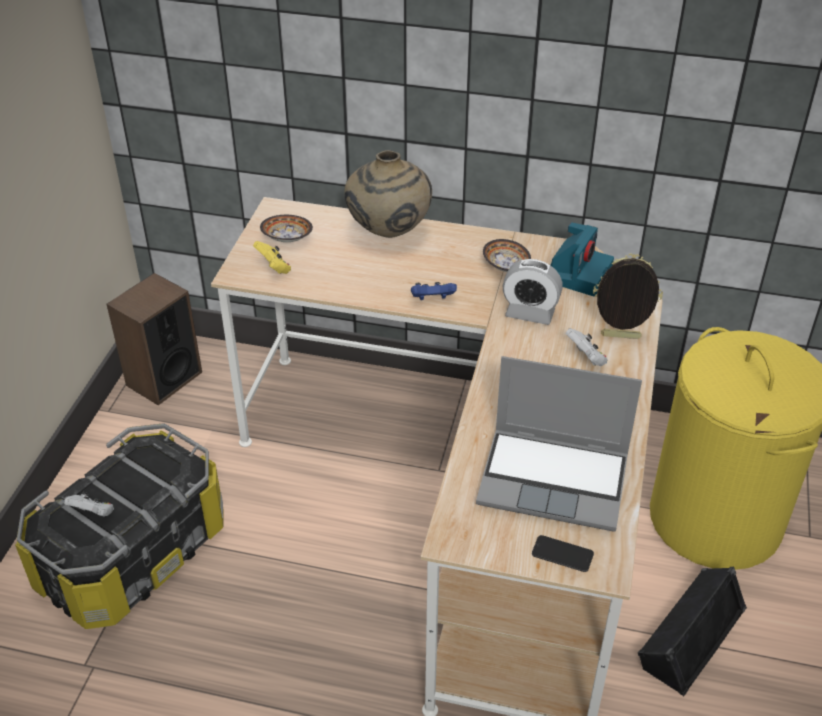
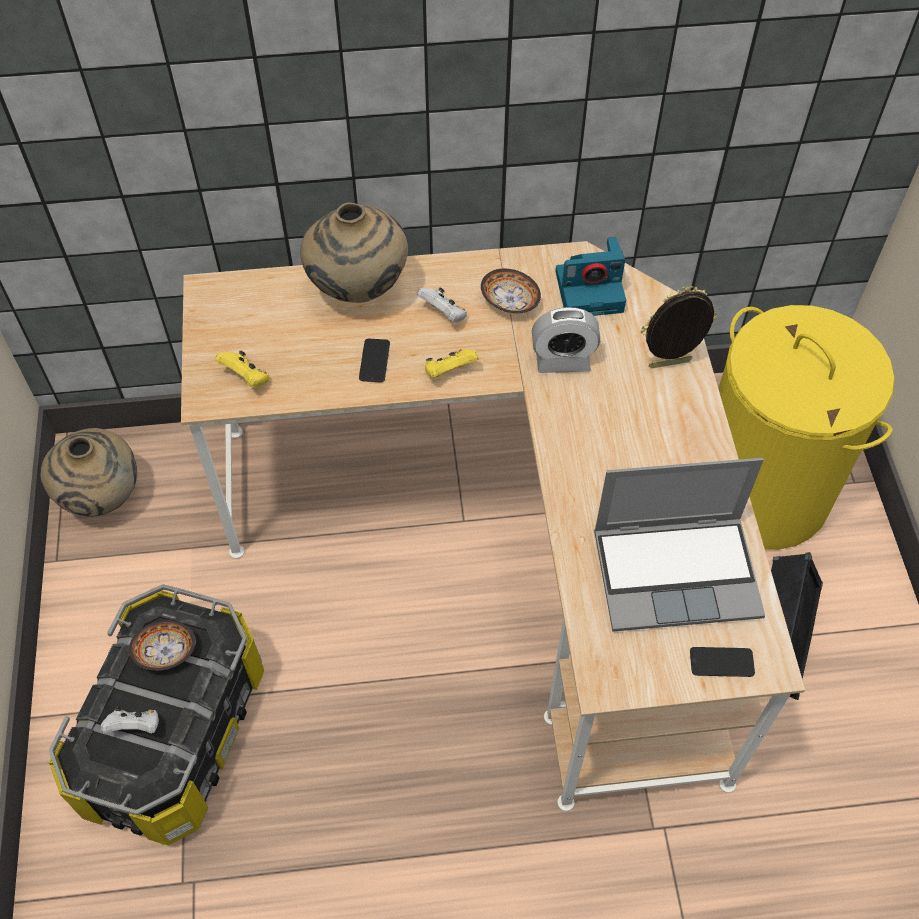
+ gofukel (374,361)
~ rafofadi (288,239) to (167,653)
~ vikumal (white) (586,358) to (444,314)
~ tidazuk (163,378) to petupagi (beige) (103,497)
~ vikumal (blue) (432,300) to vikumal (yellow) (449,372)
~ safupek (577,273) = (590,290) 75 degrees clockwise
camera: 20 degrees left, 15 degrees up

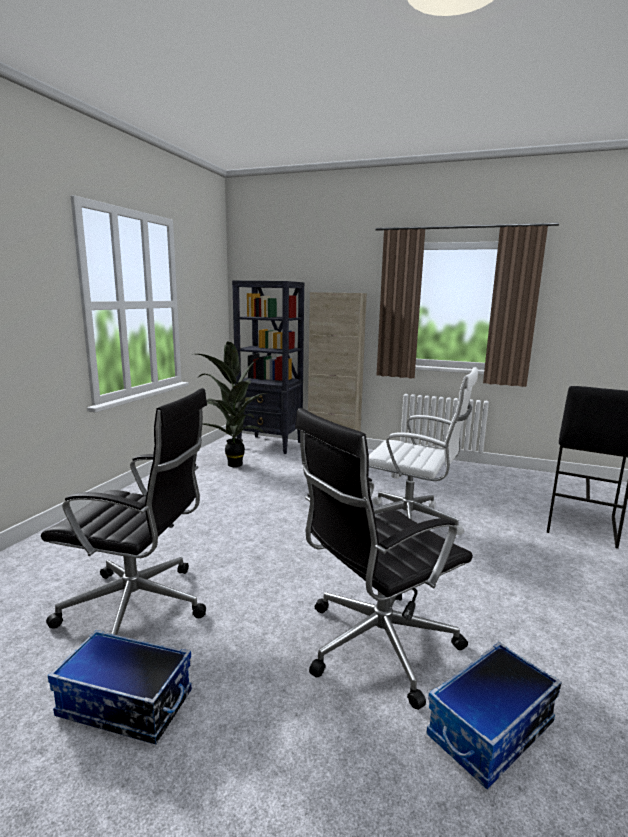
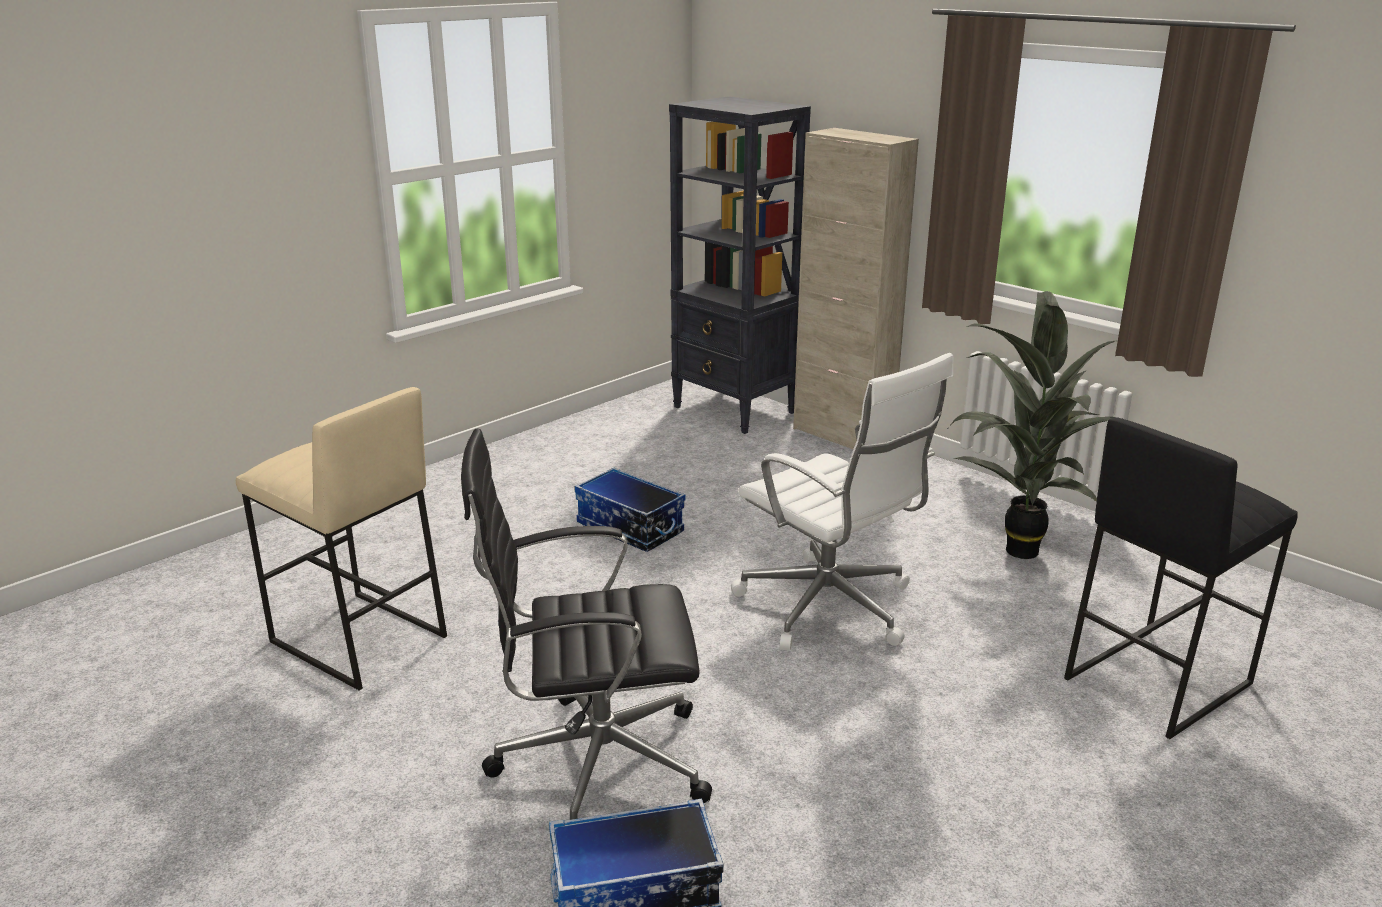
~ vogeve (124,705) to (629,528)
~ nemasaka (232,465) to (1015,552)
~ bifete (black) (139,608) to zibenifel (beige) (357,639)
camera: 25 degrees right, 10 degrees up

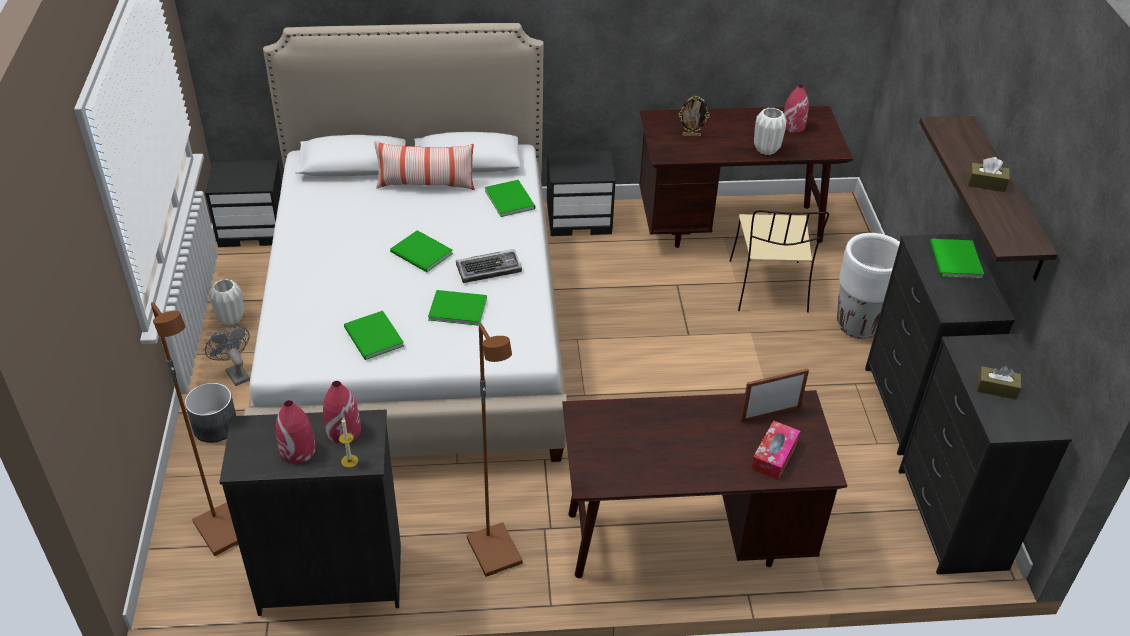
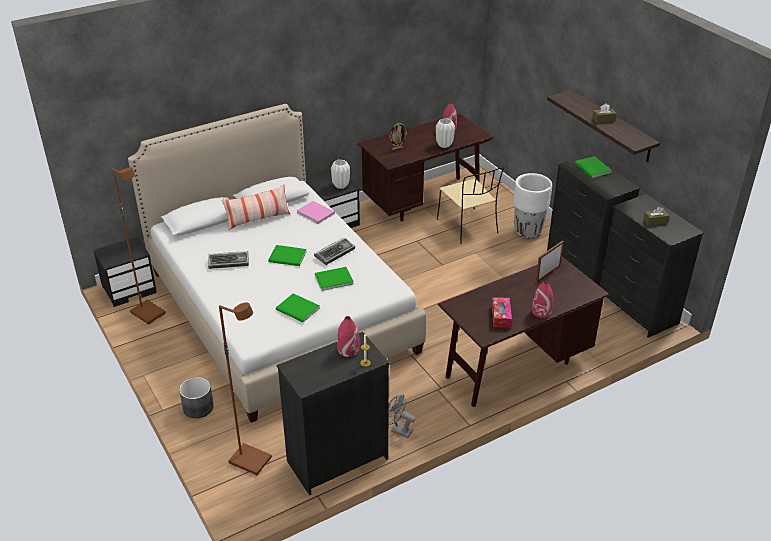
+ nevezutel (229,262)
~ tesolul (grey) (235,373) to (398,430)
~ petupagi (white) (231,319) to (340,185)
~ petupagi (red) (297,450) to (541,312)
~ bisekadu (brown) (496,551) to (149,313)
~ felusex (774,456) to (501,316)
~ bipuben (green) (510,198) to bipuben (pink) (315,212)
camera: 25 degrees left, 5 degrees down

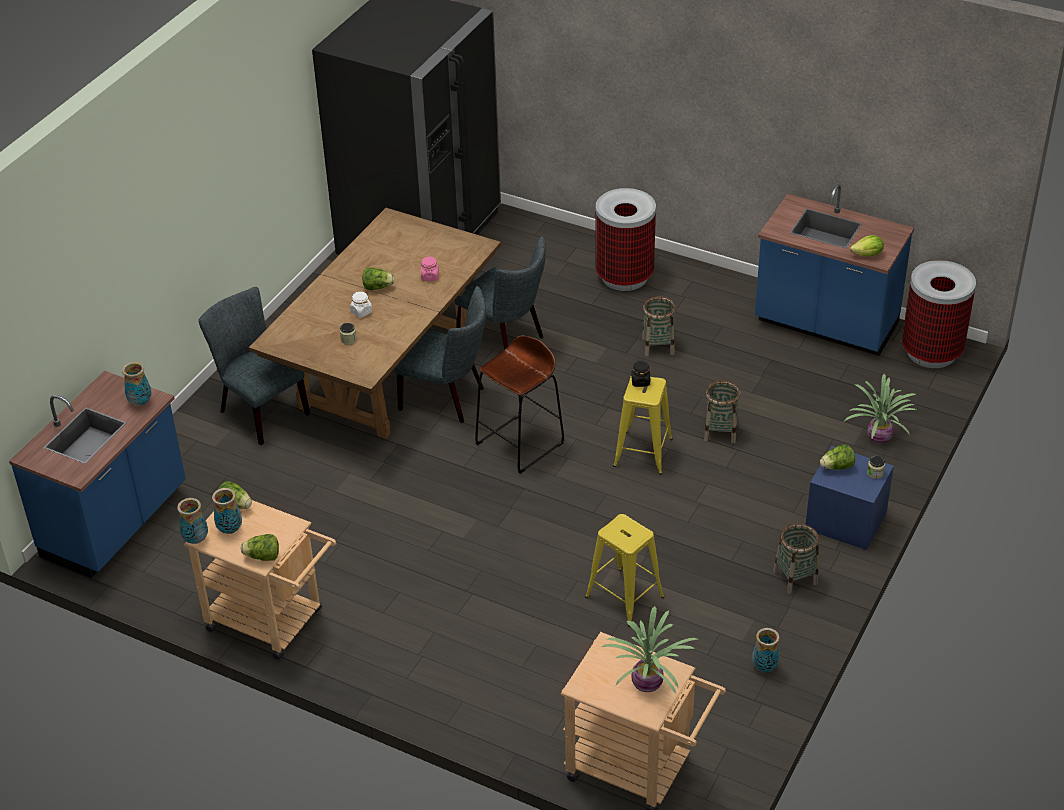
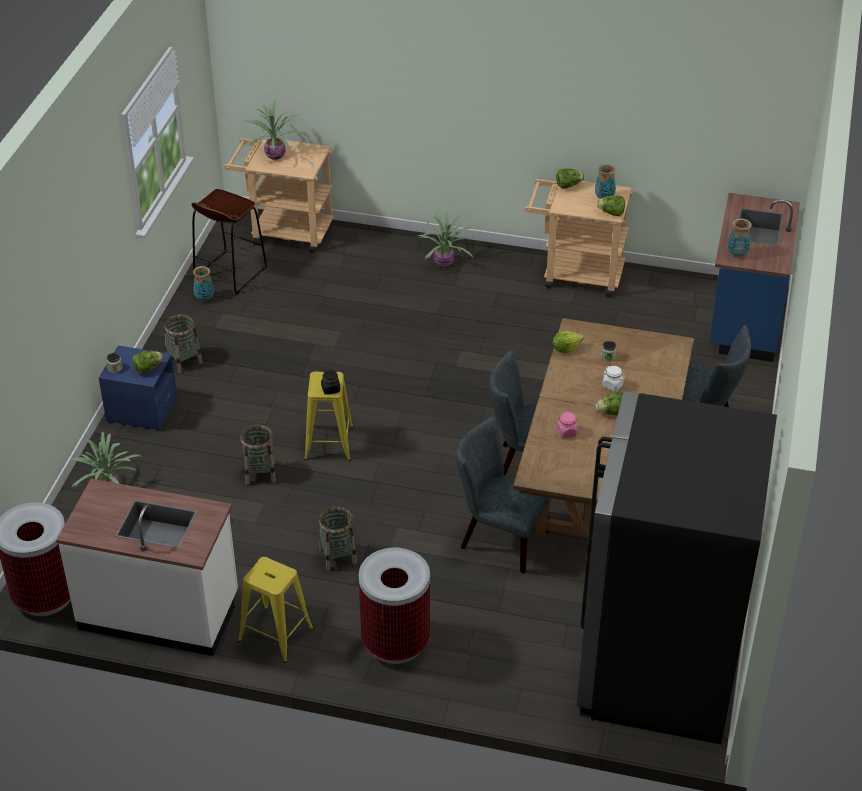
- petupagi (196,539)
+ nemasaka (444,263)
~ zibenifel (brown) (520,443) to (230,272)
~ zibenifel (yellow) (624,597) to (275,634)
~ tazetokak (867,255) to (565,349)
~ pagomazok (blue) (825,325) to pagomazok (white) (159,612)
camera: 165 degrees right, 0 degrees up

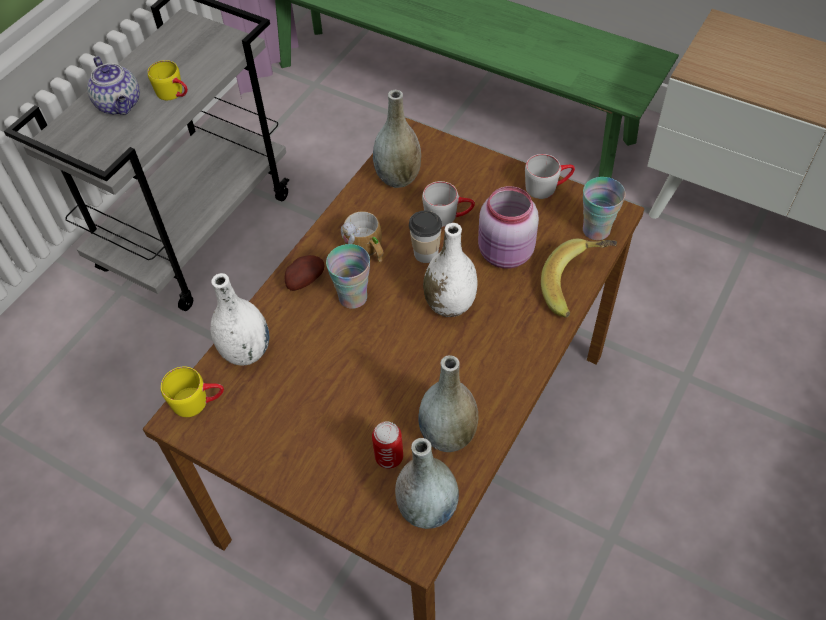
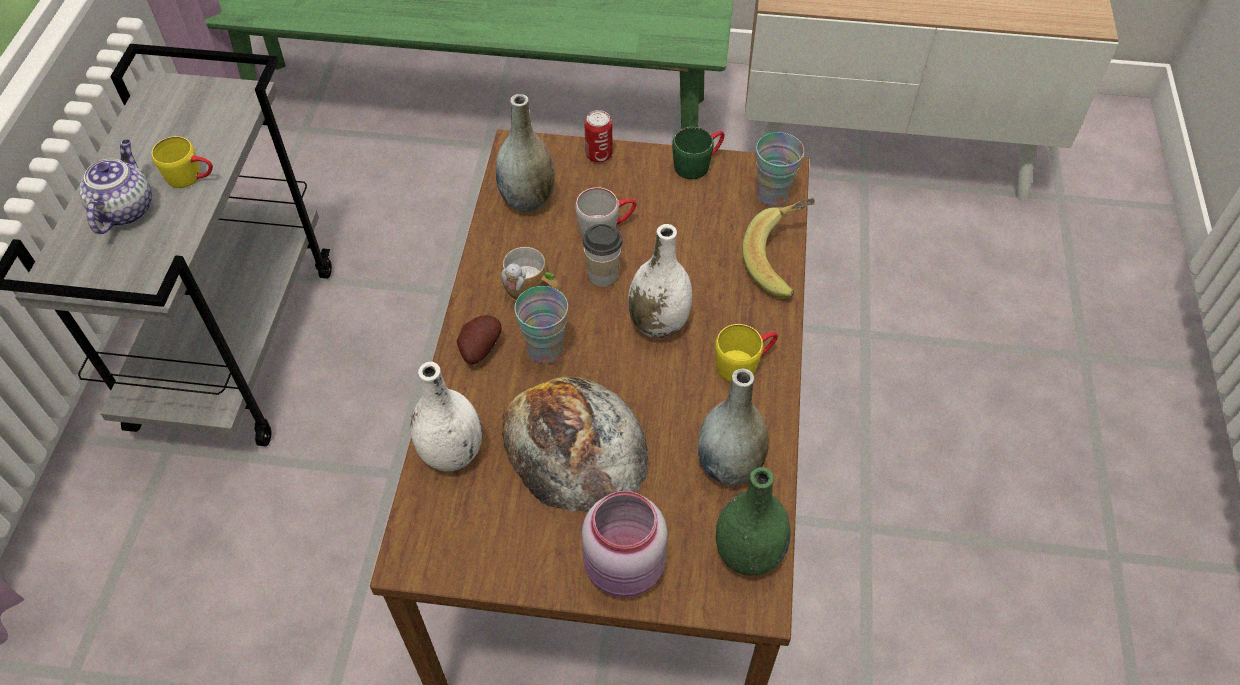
+ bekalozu (574,443)
~ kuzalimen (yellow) (198,401) to (744,362)
~ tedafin (389,457) to (599,155)
~ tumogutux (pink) (505,254) to (625,569)
~ petupagi (grey) (427,509) to petupagi (green) (748,553)
~ kuzalimen (grey) (547,186) to kuzalimen (green) (698,163)
~ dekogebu (120,105) = (125,209) 120 degrees counterclockwise
camera: 25 degrees left, 0 degrees up

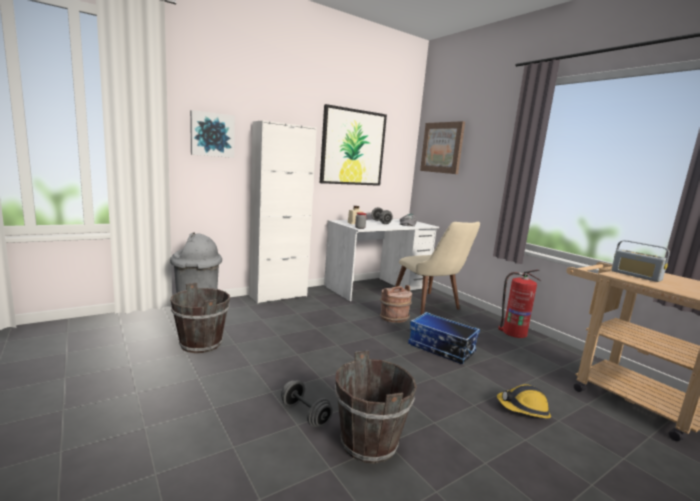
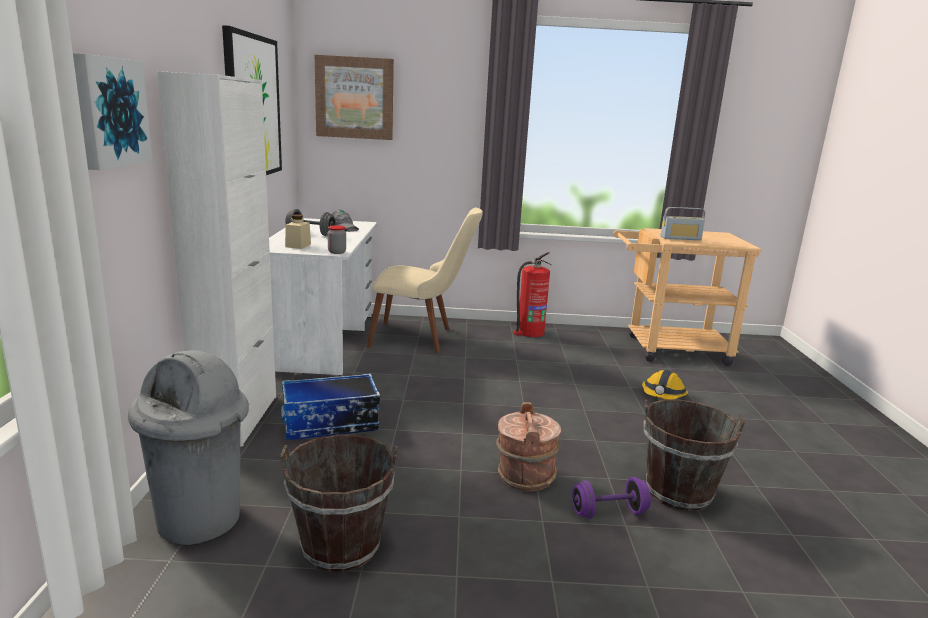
~ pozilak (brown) (393,317) to (524,475)
~ vogeve (440,349) to (330,424)
~ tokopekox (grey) (305,414) to tokopekox (purple) (608,513)
camera: 55 degrees left, 5 degrees up

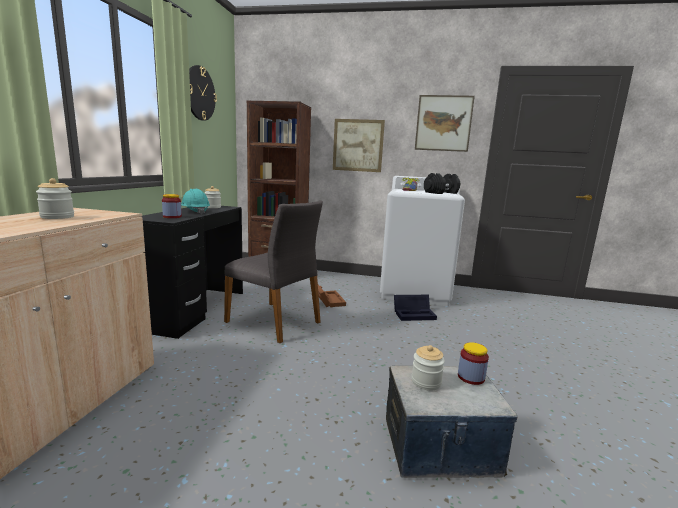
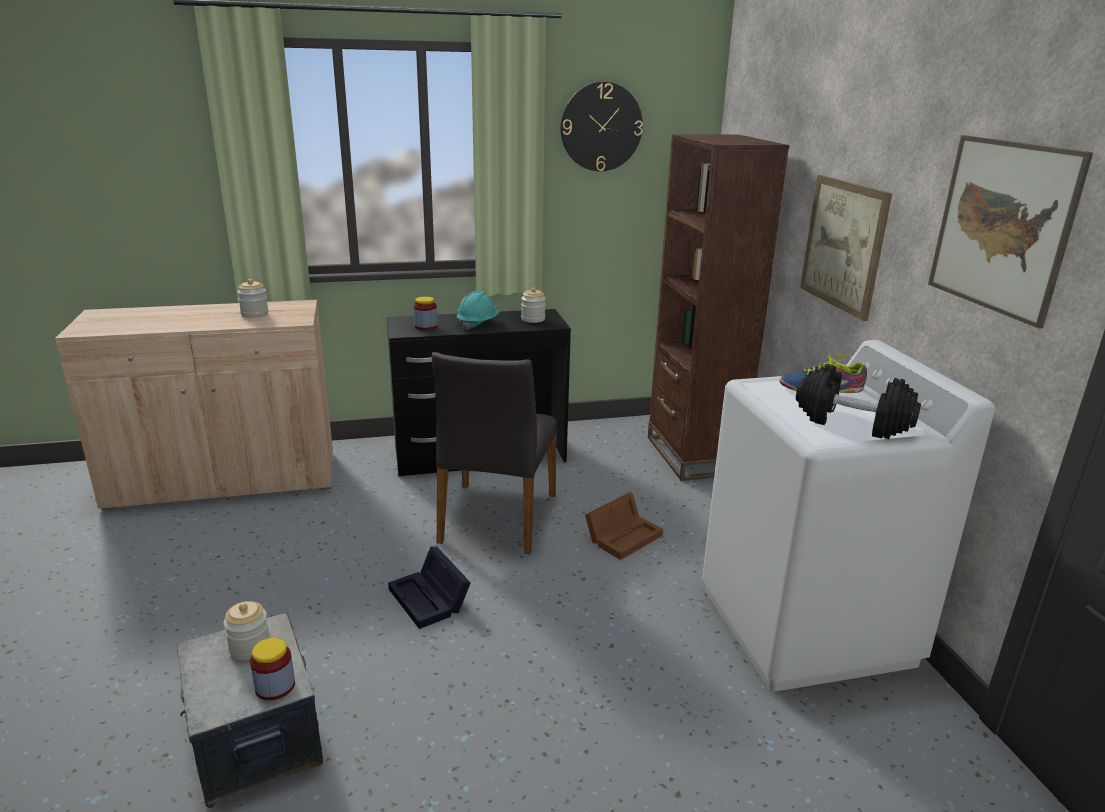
~ vogeve (black) (415,314) to (431,599)
camera: 65 degrees right, 10 degrees up

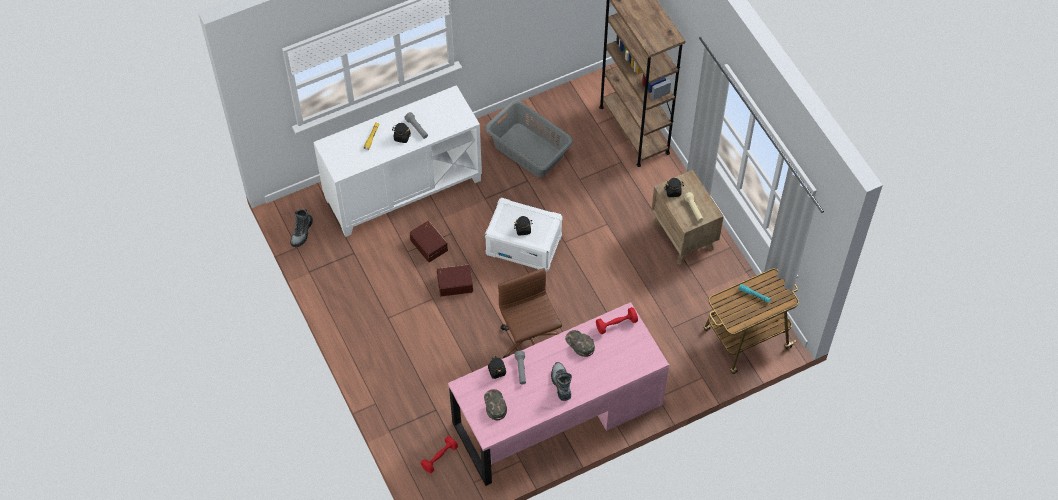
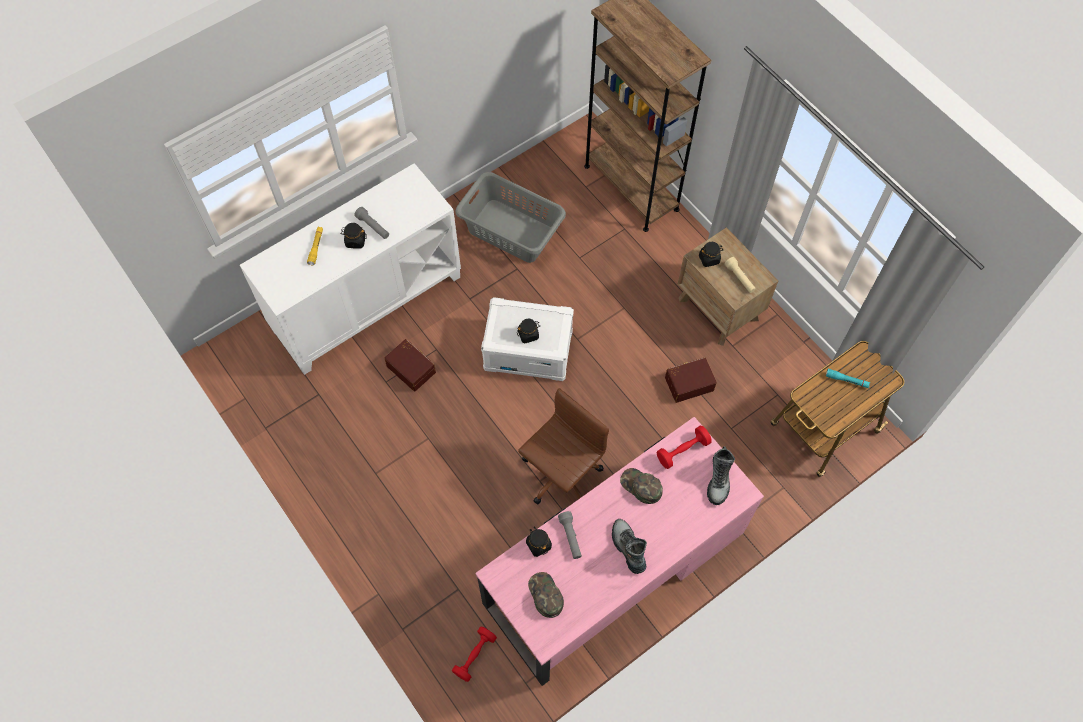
~ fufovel (302,233) to (718,479)
~ vogeve (brown) (455,283) to (688,383)
~ bifete (brown) (530,342) = (560,476) 75 degrees clockwise
camera: 10 degrees left, 5 degrees up

